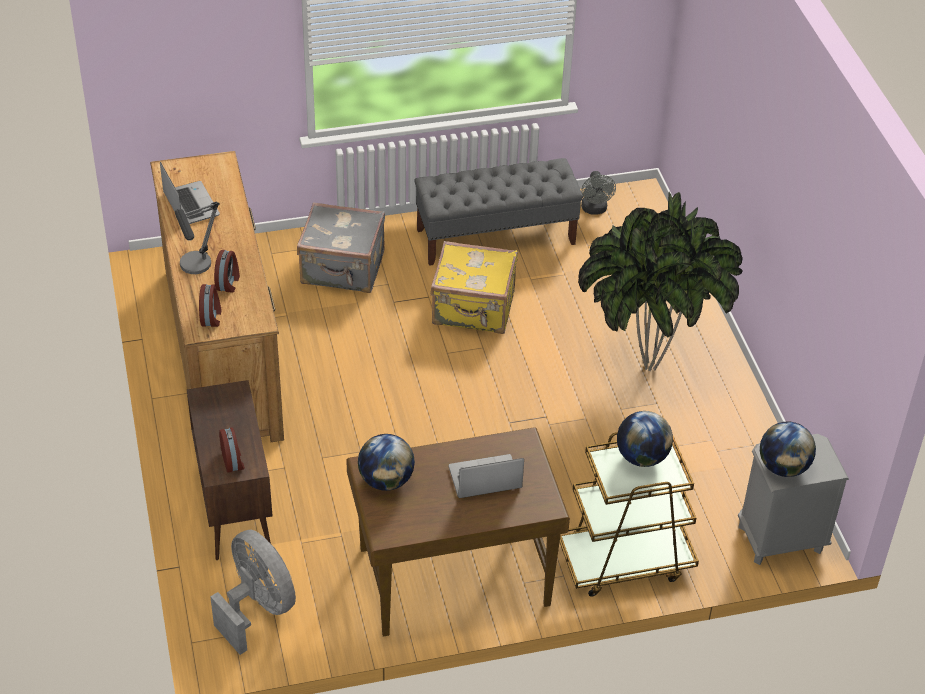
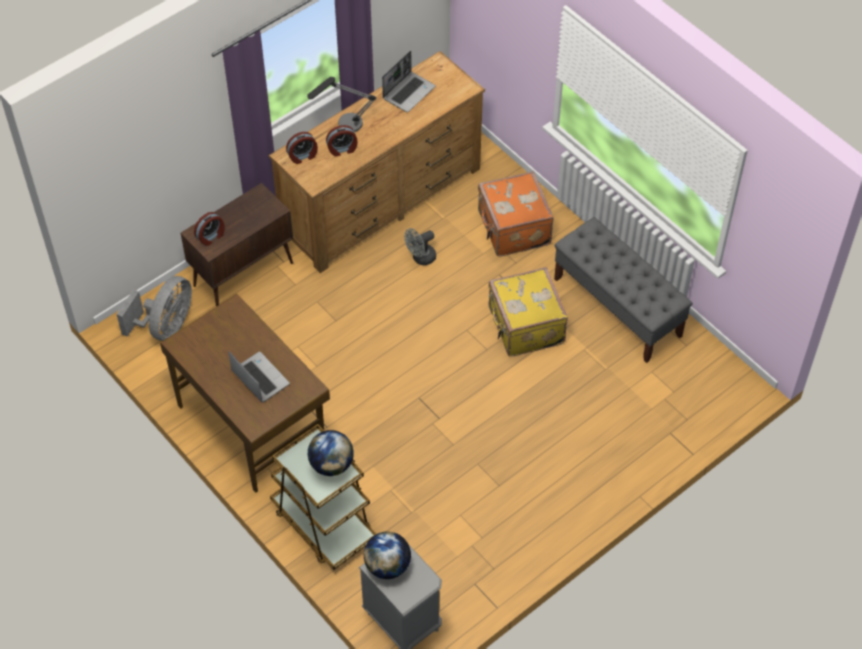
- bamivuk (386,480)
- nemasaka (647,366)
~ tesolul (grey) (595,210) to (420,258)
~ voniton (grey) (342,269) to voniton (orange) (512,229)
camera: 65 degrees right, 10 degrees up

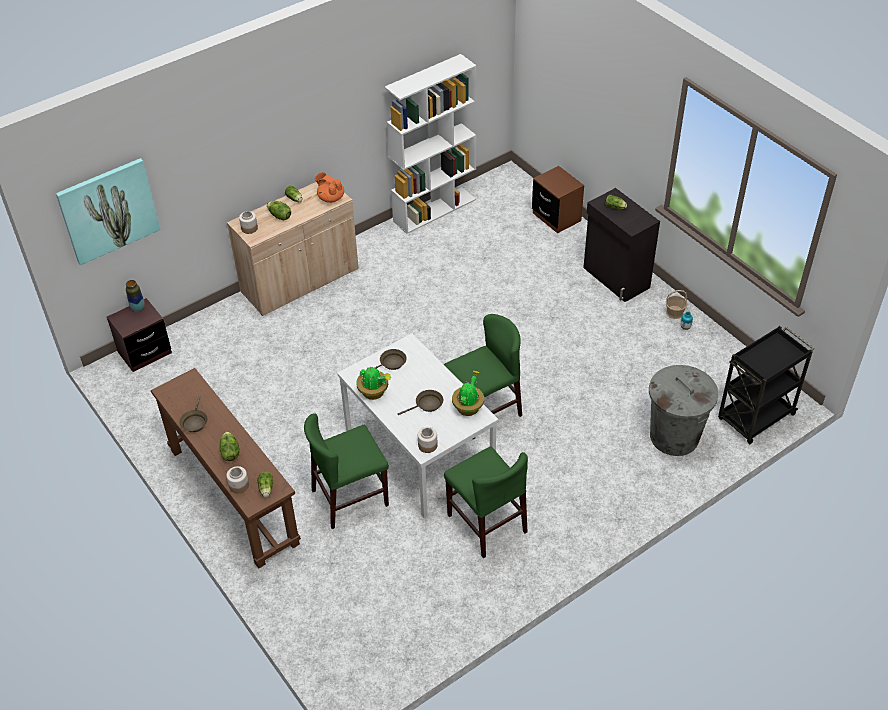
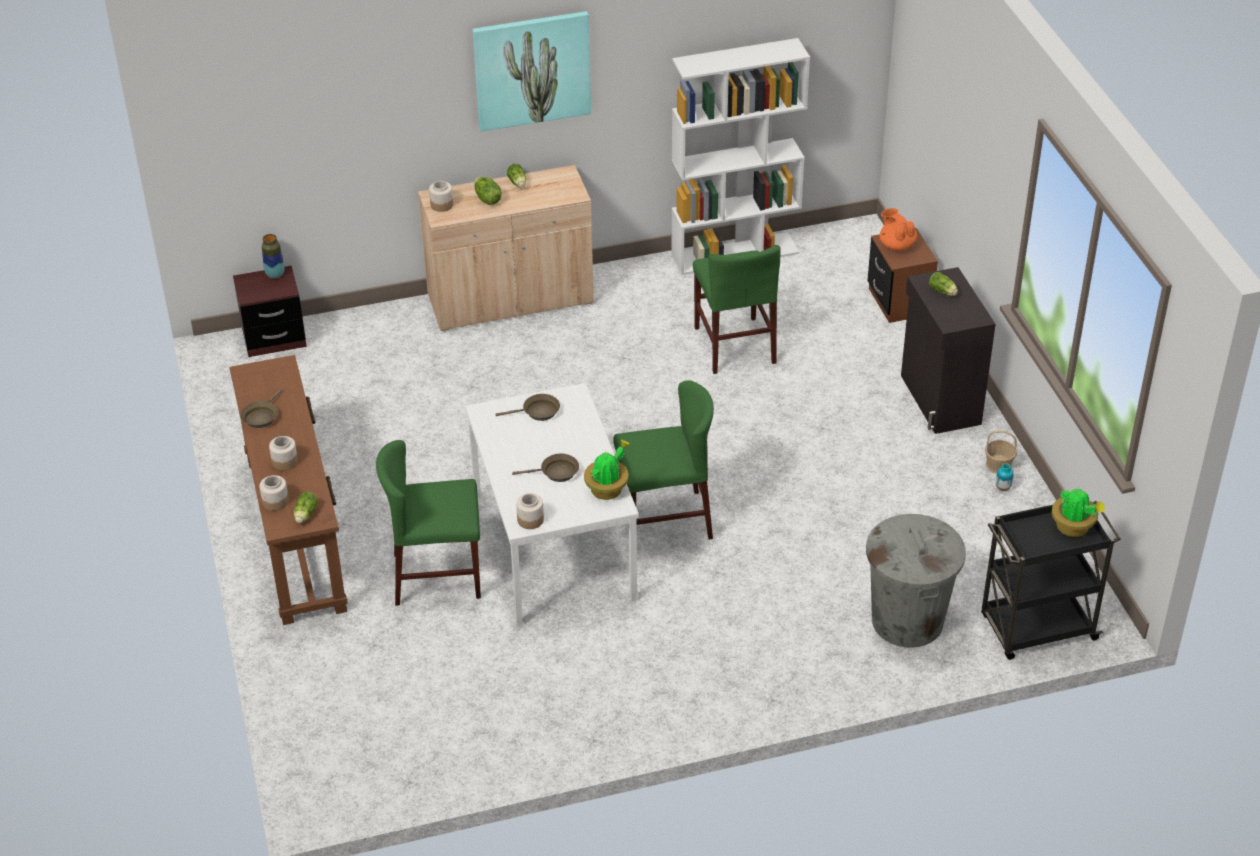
~ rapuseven (108,210) to (532,69)
~ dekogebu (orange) (330,198) to (896,245)
~ nemasaka (374,392) to (1073,528)
~ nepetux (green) (486,523) to (734,345)
~ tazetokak (230,452) to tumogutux (284,462)
camera: 20 degrees right, 5 degrees down

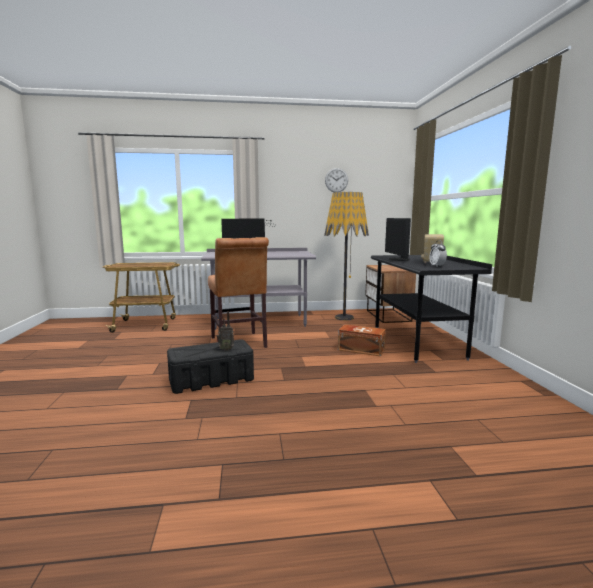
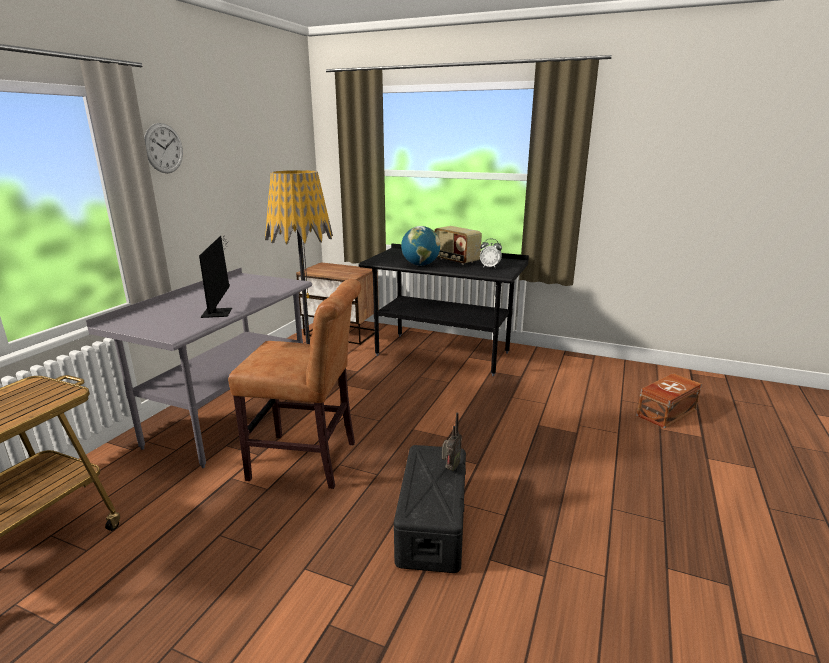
~ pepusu (336,180) to (163,148)
~ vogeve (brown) (361,349) to (665,412)
~ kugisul (397,259) to bamivuk (420,265)
camera: 60 degrees left, 10 degrees up

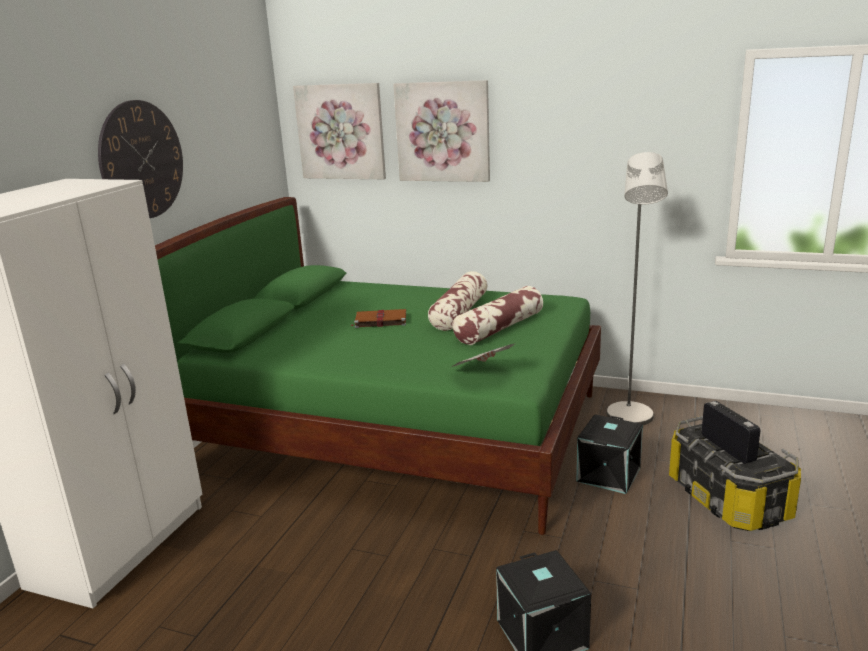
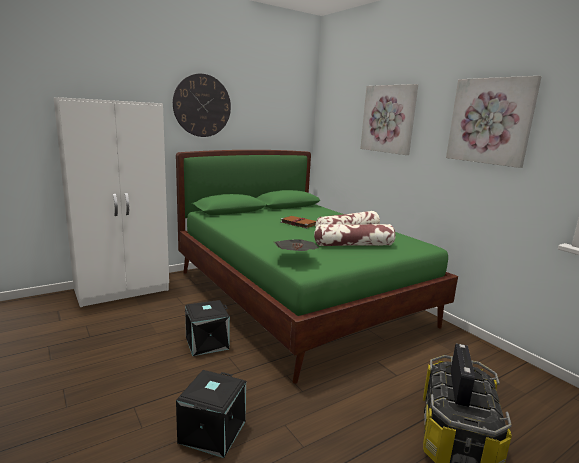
- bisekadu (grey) (630,419)
~ rapuseven (341,132) to (490,121)
~ vogeve (black) (609,475) to (207,343)
camera: 35 degrees right, 5 degrees down

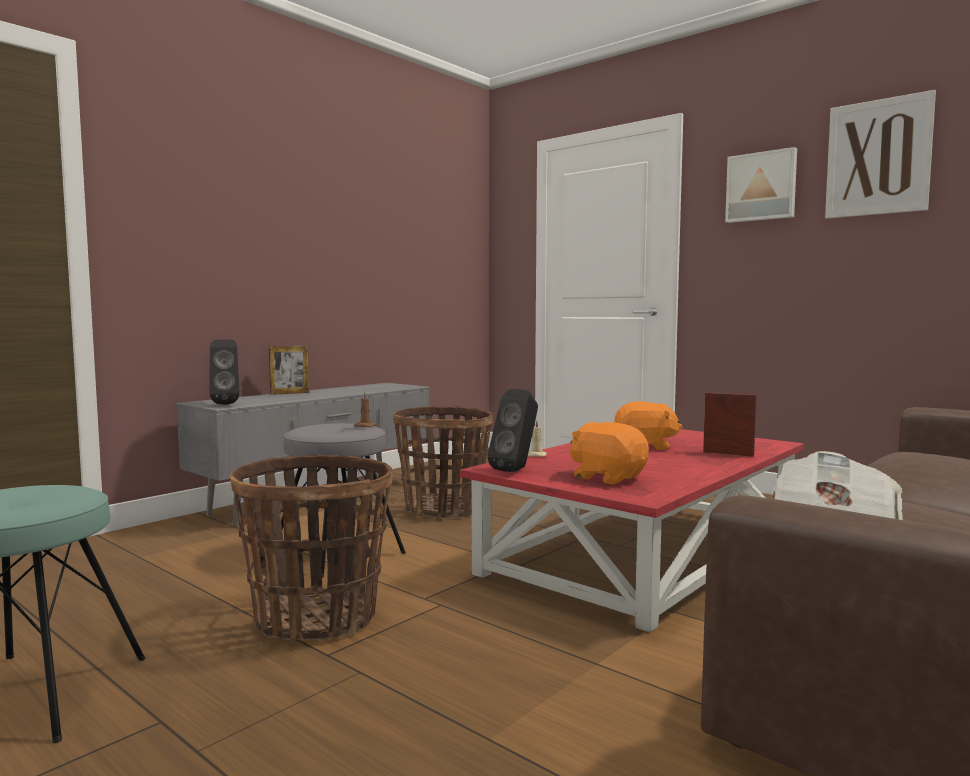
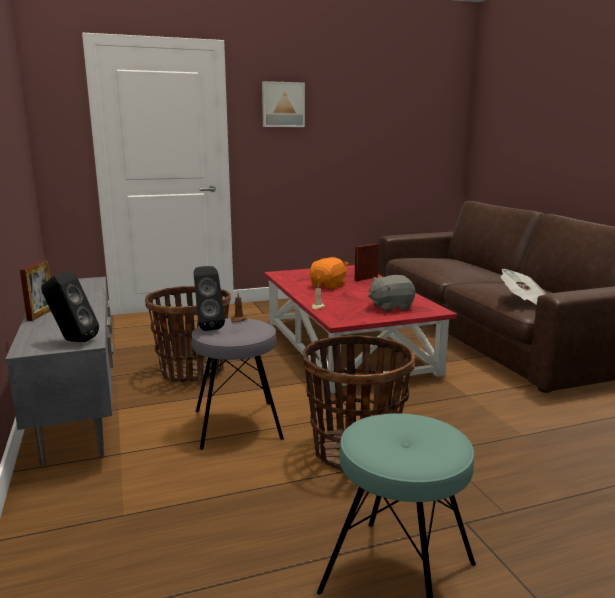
- rapuseven (878,157)
~ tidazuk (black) (516,470) to (208,327)
~ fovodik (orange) (607,477) to fovodik (grey) (390,307)
camera: 60 degrees left, 10 degrees up

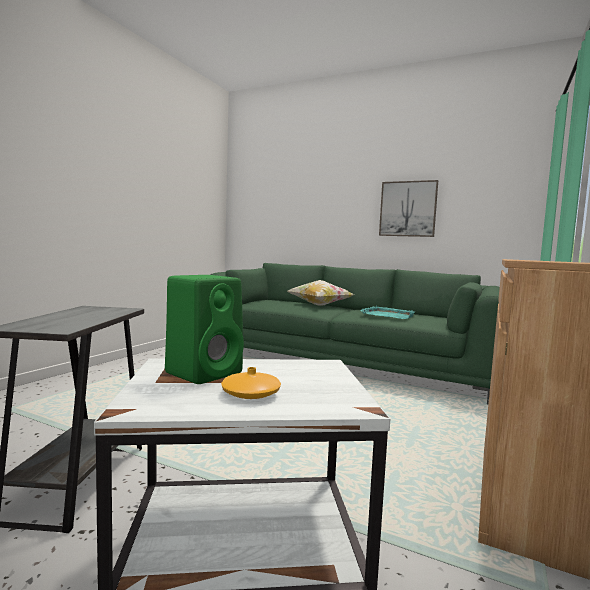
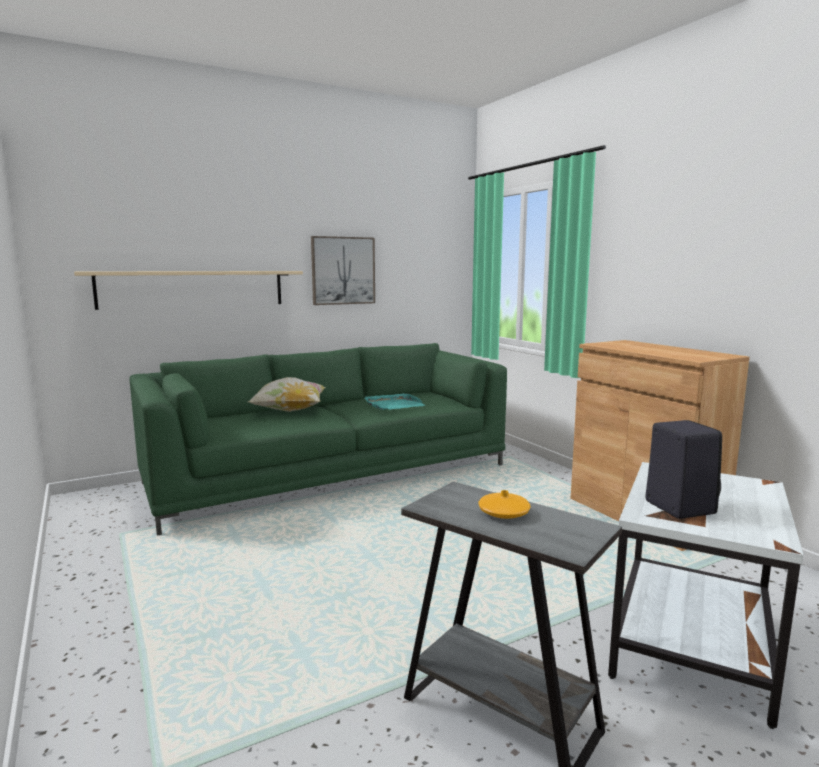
+ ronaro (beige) (193,289)
~ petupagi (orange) (251,394) to (504,513)
~ tidazuk (green) (205,372) to tidazuk (black) (677,506)
camera: 55 degrees left, 5 degrees up

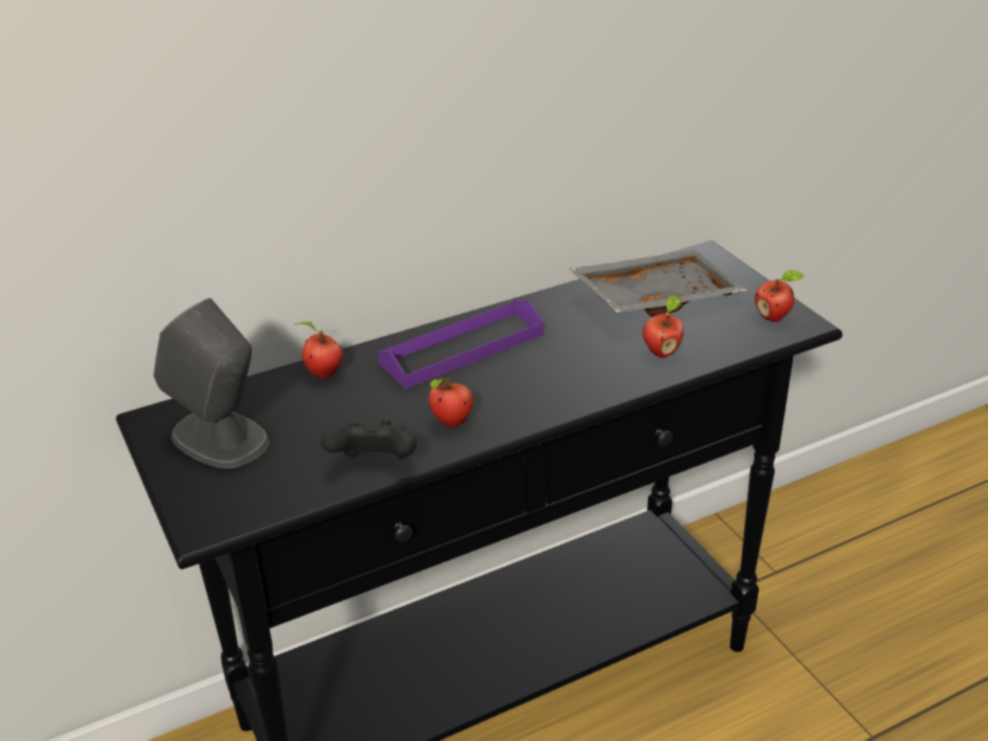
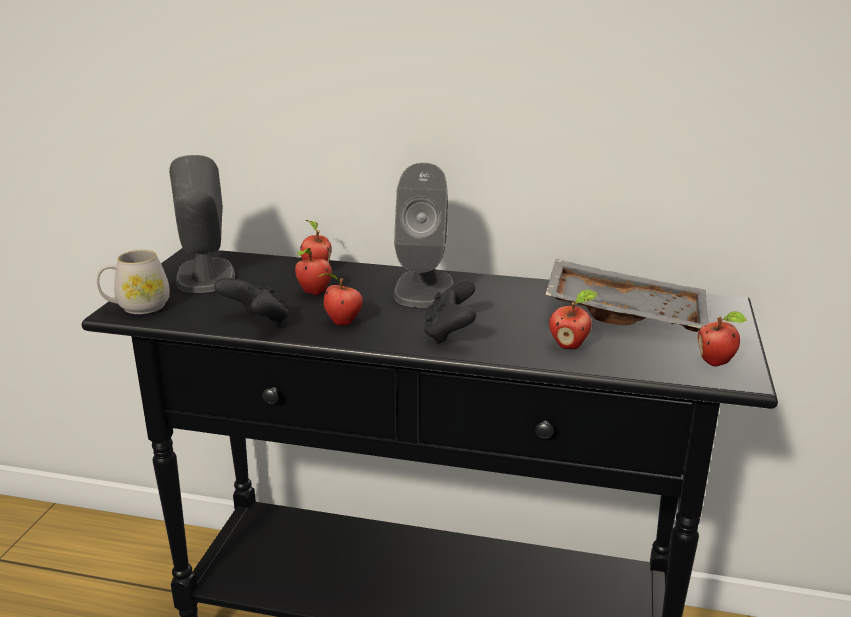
+ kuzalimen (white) (137,307)
+ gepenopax (314,293)
+ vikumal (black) (449,334)
~ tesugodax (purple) (462,349) to tidazuk (grey) (424,289)
camera: 40 degrees right, 10 degrees down

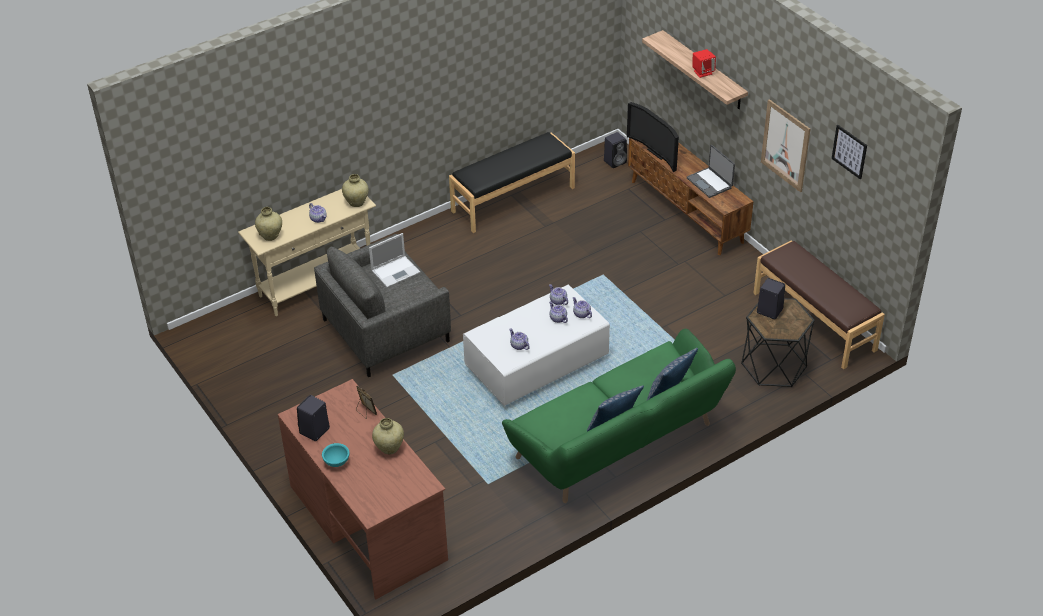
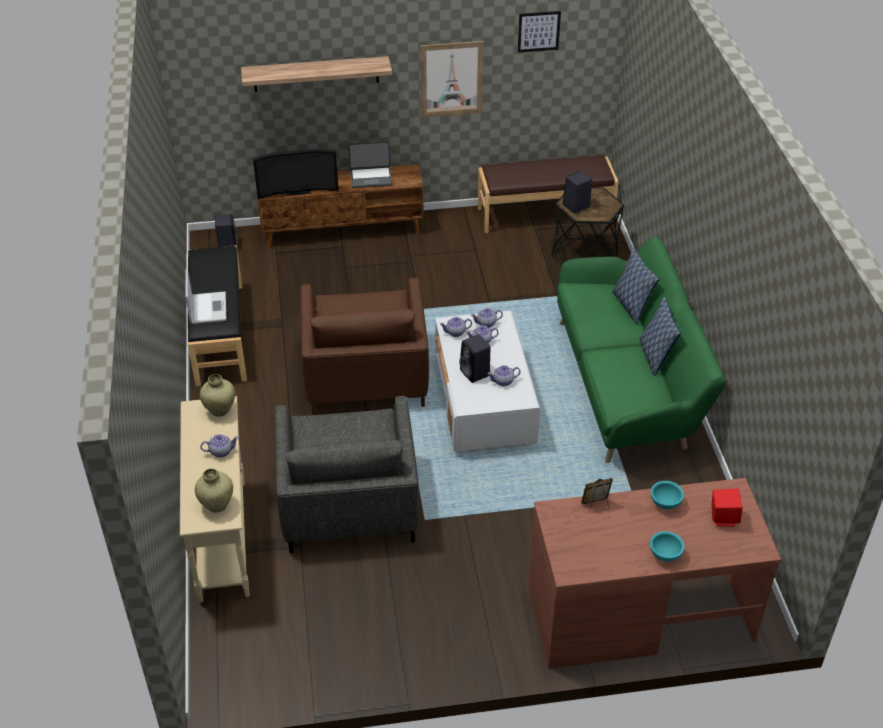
+ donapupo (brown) (365,374)
~ tidazuk (black) (314,431) to (475,373)
~ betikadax (396,271) to (207,307)
~ tidazuk (red) (703,72) to (723,518)
~ petupagi (beige) (389,448) to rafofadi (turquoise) (664,503)
camera: 65 degrees left, 0 degrees up

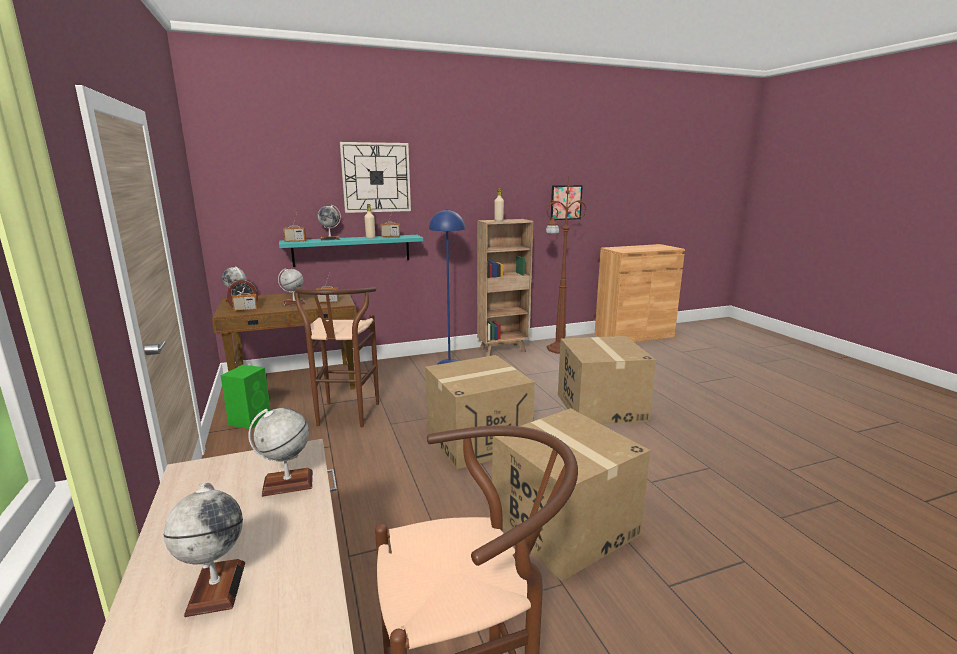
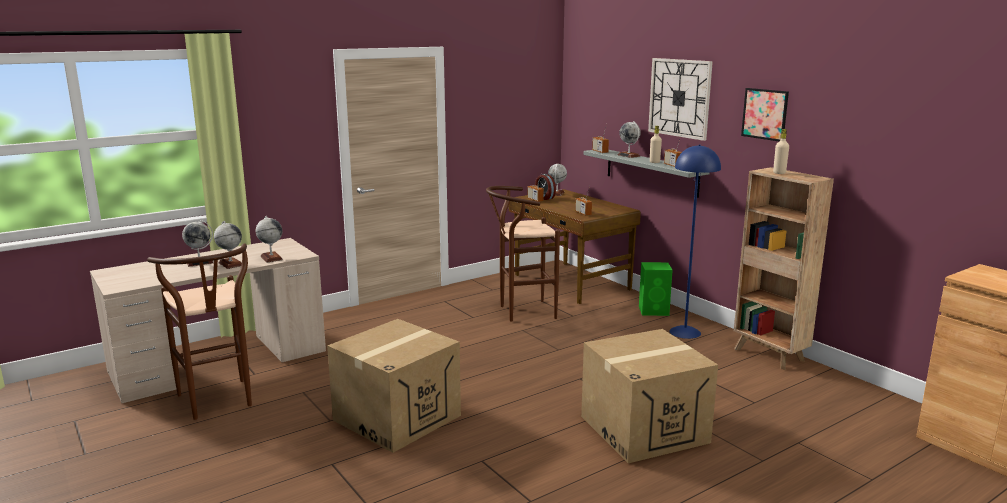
- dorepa (478,439)
- bisekadu (brown) (558,349)
~ tidazuk (green) (251,419) to (654,311)
~ bamivuk (294,303) to (230,264)
~ rapuseven (566,202) to (764,114)
~ ronaro (turquoise) (352,250) to ronaro (grey) (651,172)
camera: 75 degrees right, 0 degrees up

